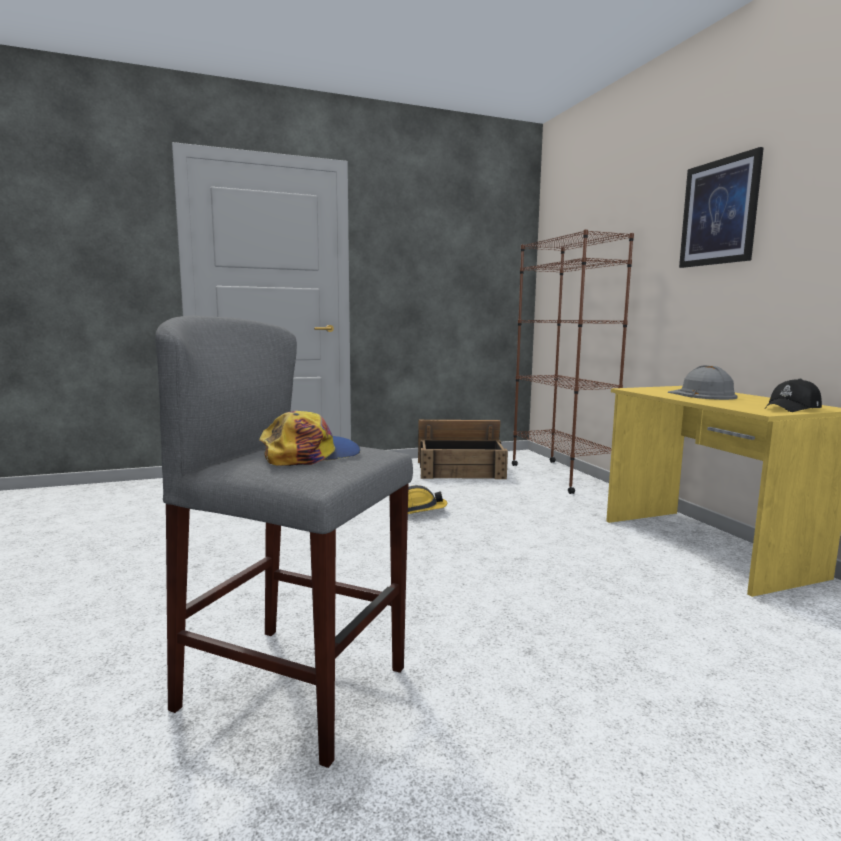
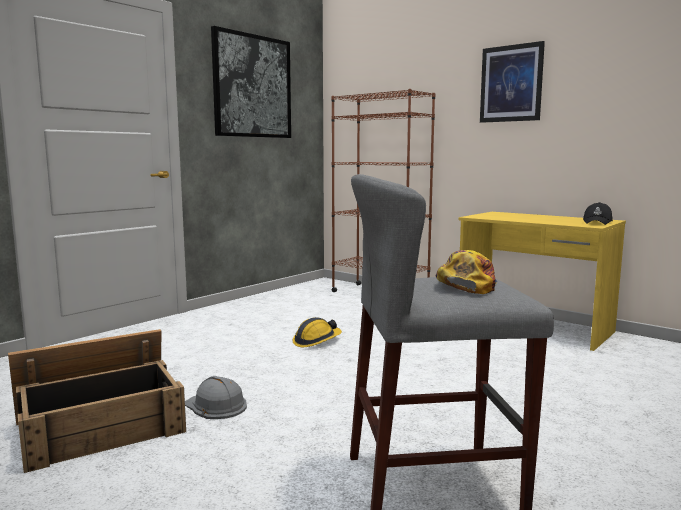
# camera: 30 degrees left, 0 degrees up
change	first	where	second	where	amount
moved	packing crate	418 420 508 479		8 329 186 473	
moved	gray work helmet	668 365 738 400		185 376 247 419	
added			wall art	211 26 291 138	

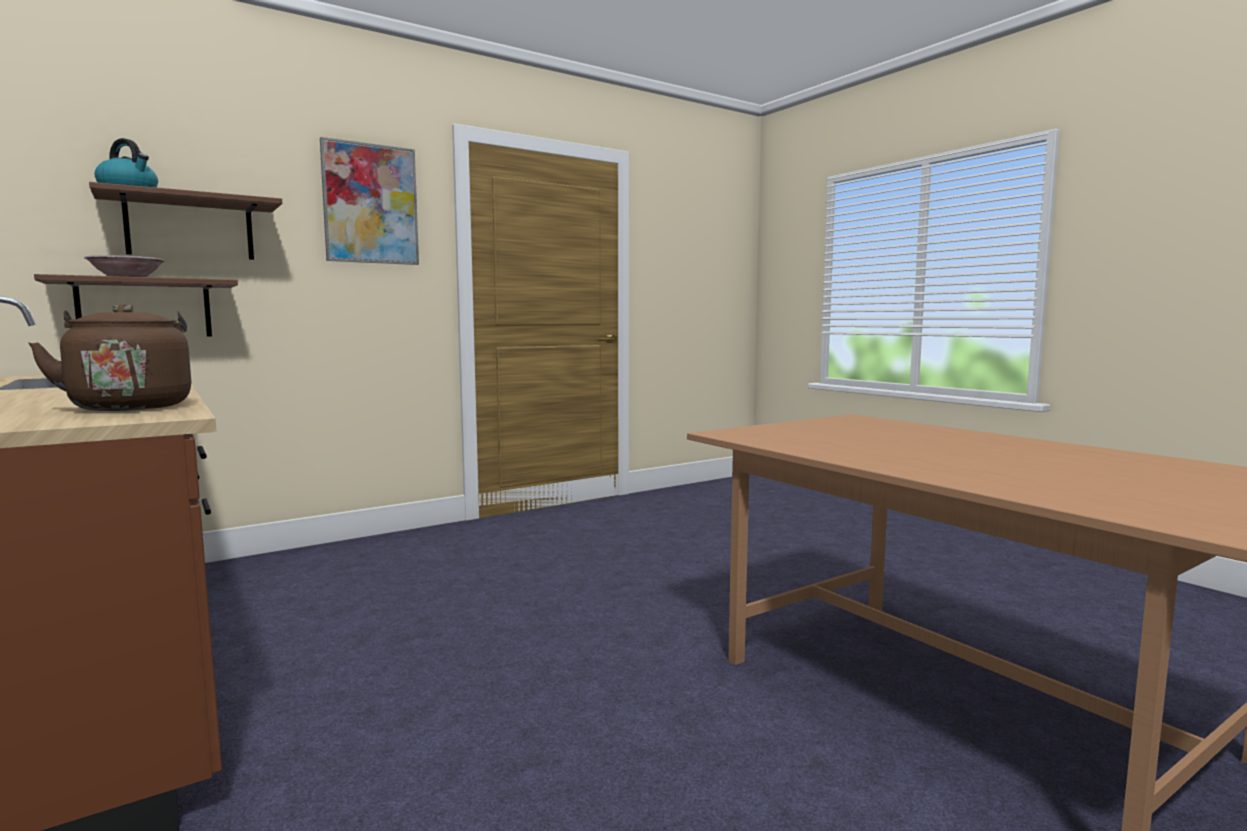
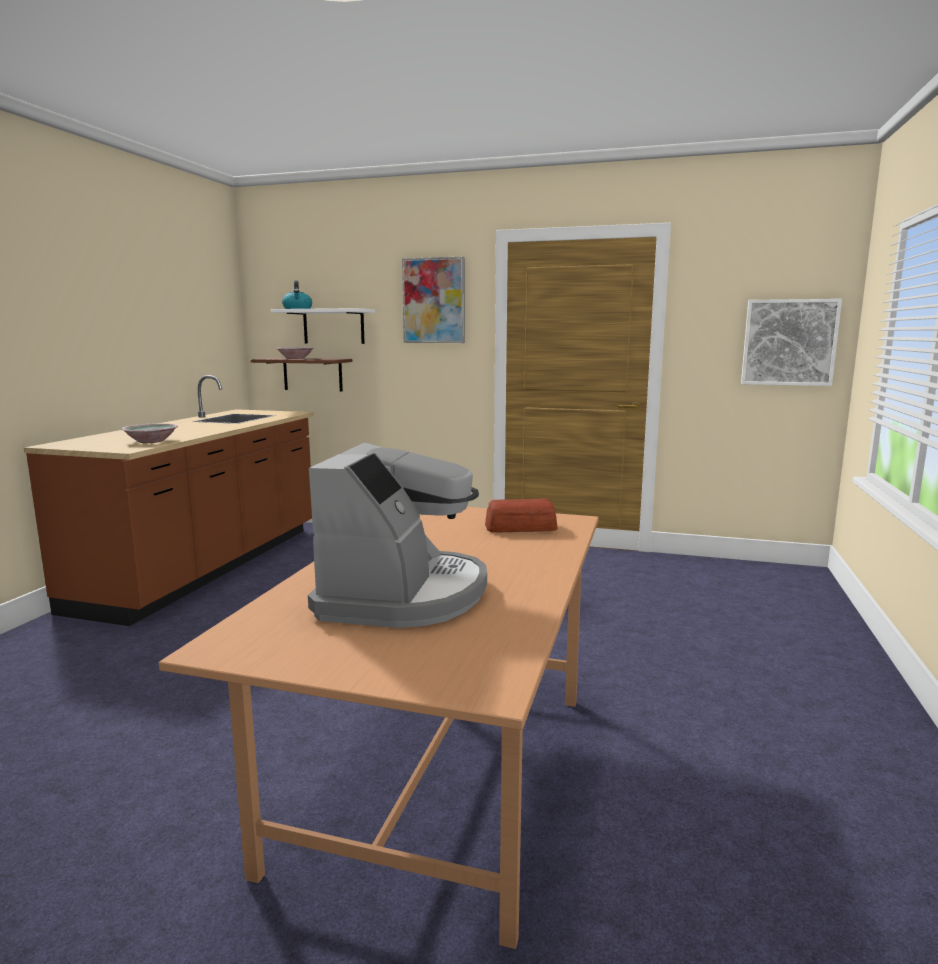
# camera: 50 degrees right, 5 degrees up
change	first	where	second	where	amount
replaced	brown-coloured water kettle	28 304 191 411	serving bowl	122 423 178 443	
recoloured	brown-coloured shelf	89 182 282 260	white shelf	271 308 375 344	
added			coffee machine	308 442 487 628	
added			baked bread	485 499 558 532	
added			wall art	741 299 842 386	

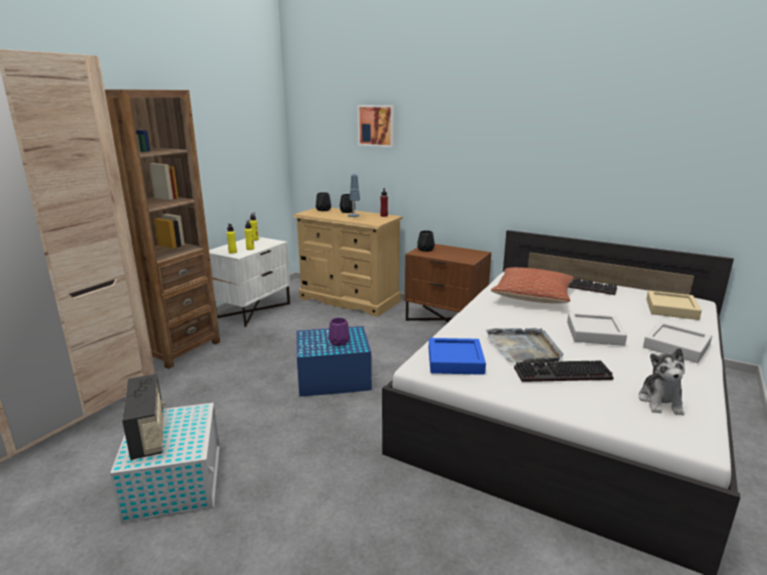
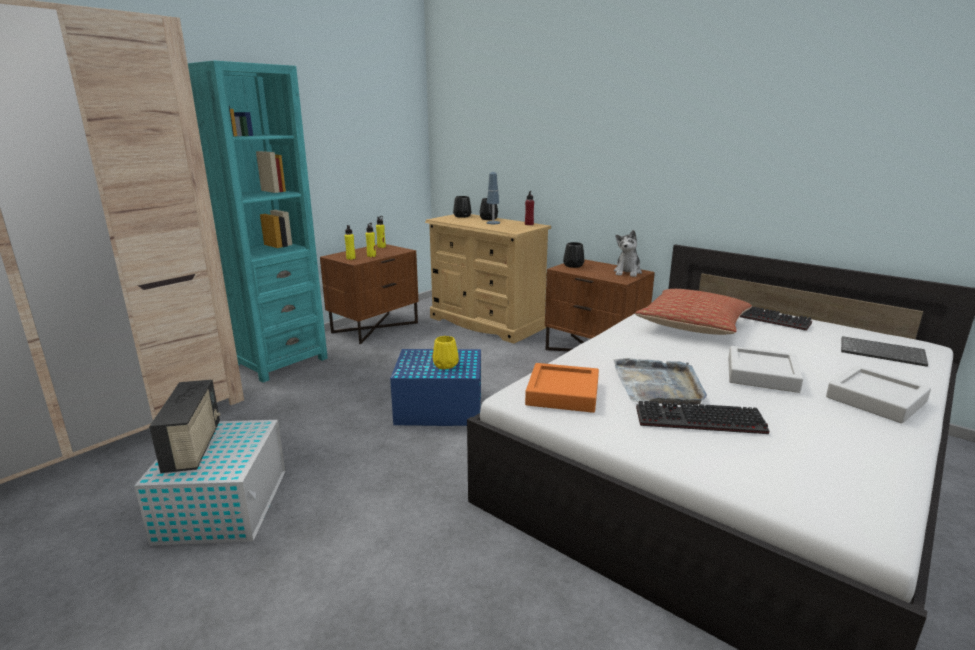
# camera: 10 degrees right, 0 degrees up
change	first	where	second	where	amount
recoloured	brown-coloured bookshelf	105 89 220 369	turquoise-coloured bookshelf	188 60 328 383	
recoloured	white nightstand	209 237 290 327	brown-coloured nightstand	320 244 419 344	
recoloured	purplish decorative vase	328 318 350 346	yellow decorative vase	433 336 459 369	
recoloured	bluish tray	429 338 486 375	orangey tray	525 363 599 413	
moved	plush toy	639 348 685 415		614 230 642 277	
replaced	beige tray	646 291 702 320	PC keyboard	841 336 928 367	
removed	wall art	358 105 395 147			

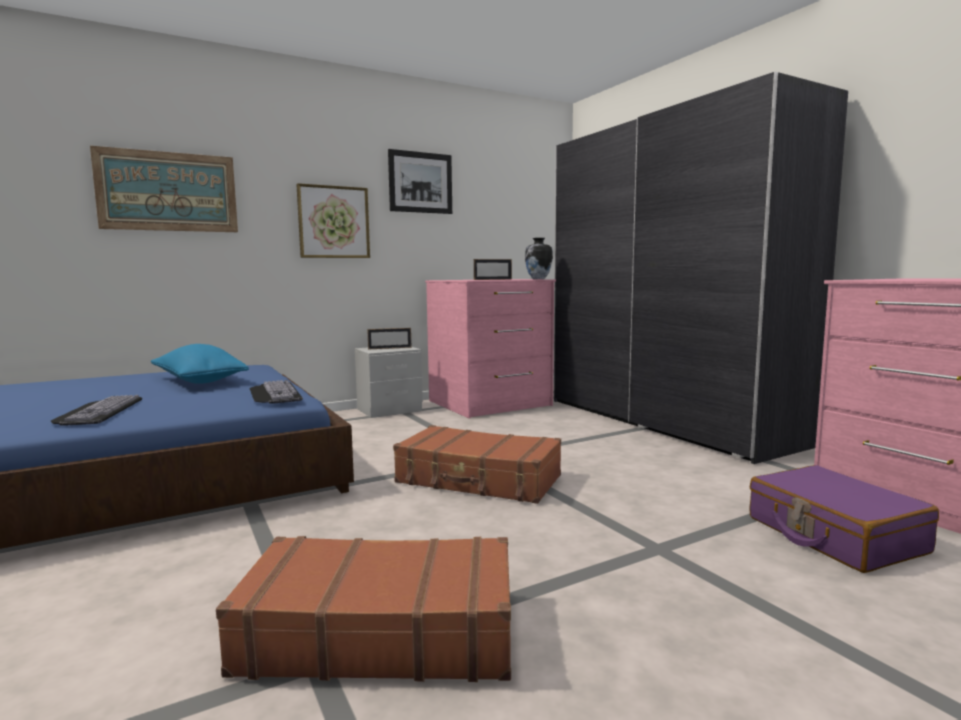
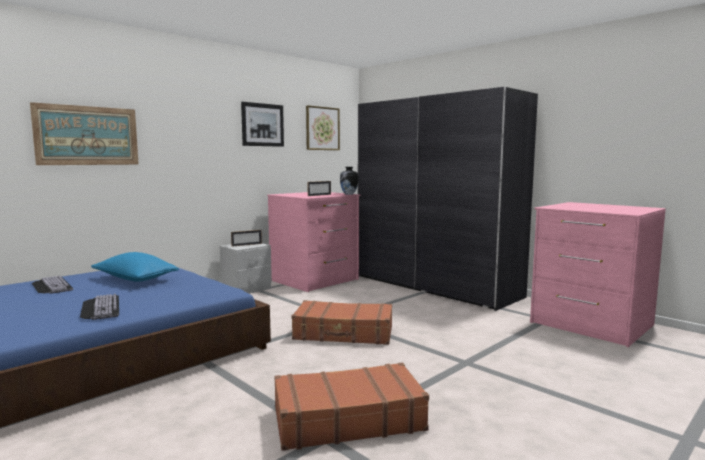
# camera: 15 degrees left, 0 degrees up
change	first	where	second	where	amount
moved	PC keyboard	249 380 303 404		32 276 73 294	
moved	wall art	296 183 370 258		306 105 340 150	
removed	purplish travel case	749 465 939 573			

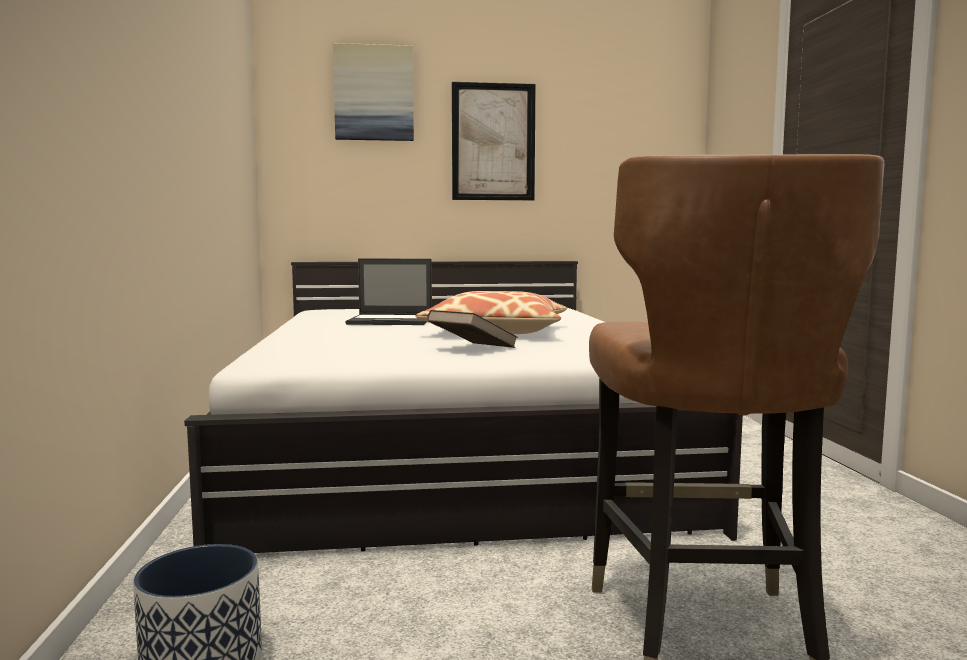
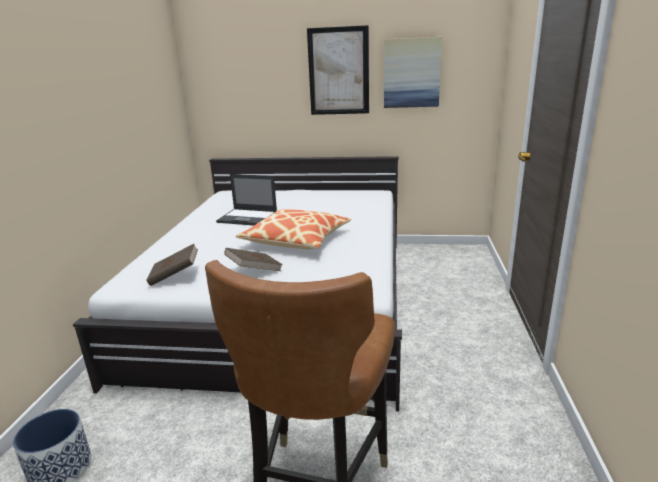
# camera: 15 degrees right, 15 degrees up
change	first	where	second	where	amount
added			brown-coloured volume	146 244 198 286	
moved	wall art	333 43 414 141		384 37 442 108	

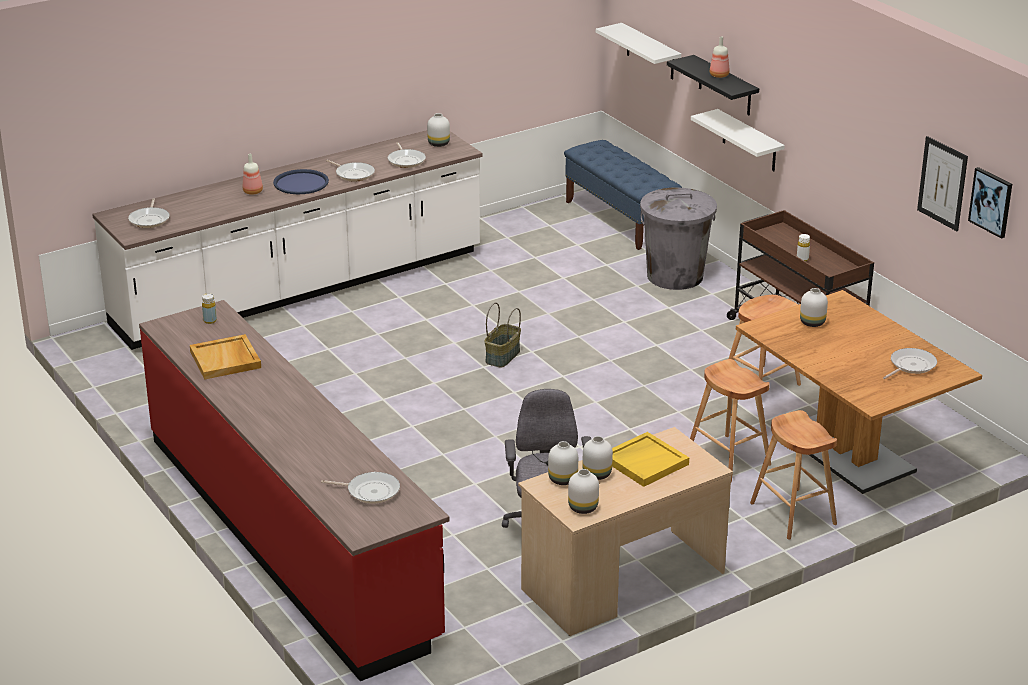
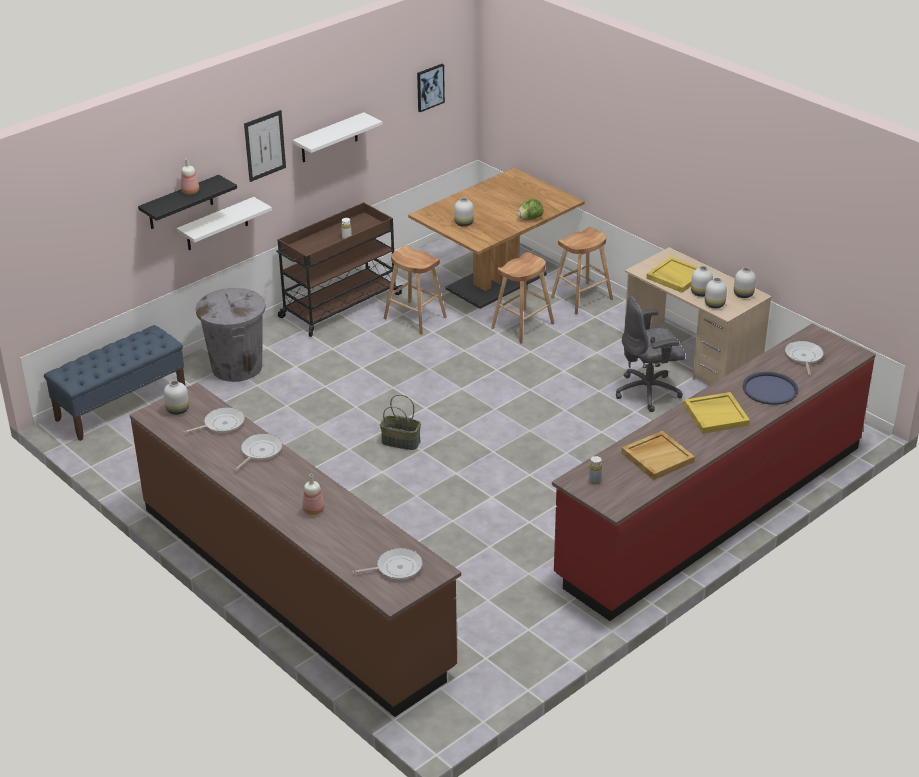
# camera: 100 degrees left, 5 degrees up
change	first	where	second	where	amount
recoloured	white counter	92 130 482 350	brown-coloured counter	130 382 461 717	
moved	wall art	917 136 968 231		244 110 286 182	
moved	white shelf	596 23 681 80		293 112 383 162	
added			lettuce head	517 199 544 220	
added			yellow tray	684 392 750 434	
moved	bluish tray	273 169 329 194		743 372 798 405	
removed	skillet	883 348 937 379			

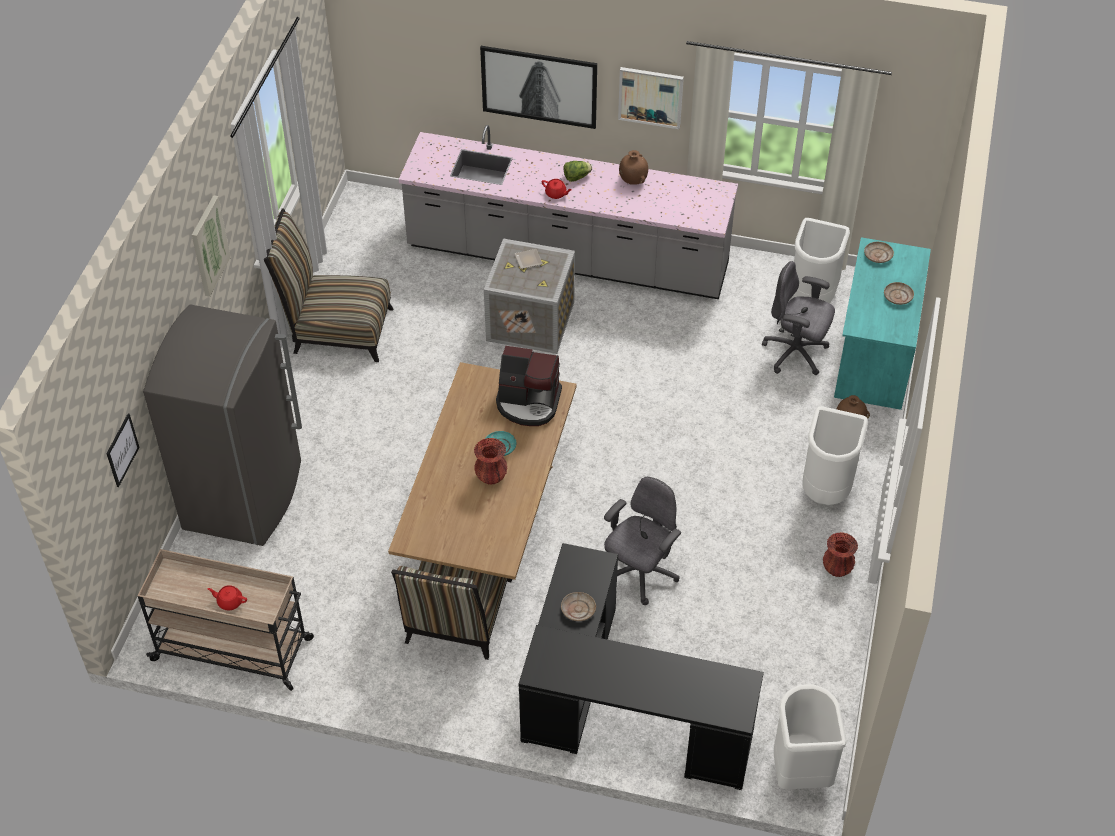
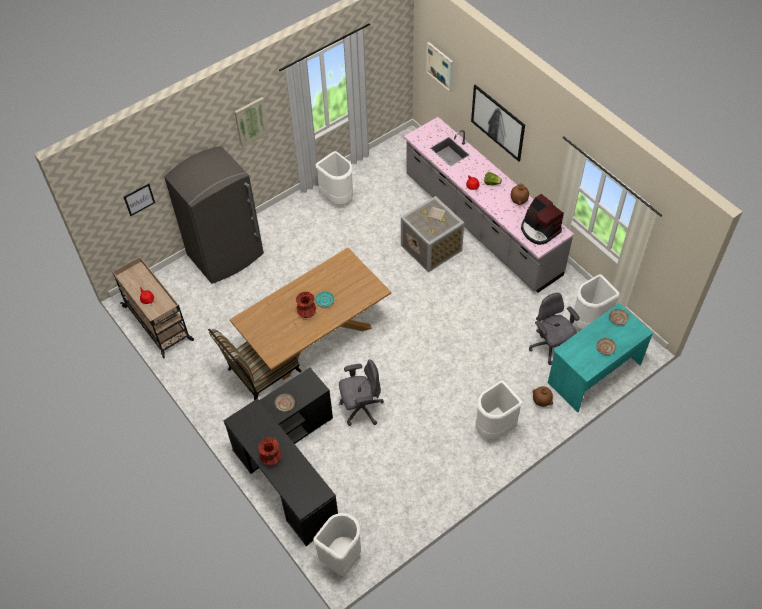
# camera: 40 degrees right, 5 degrees up
change	first	where	second	where	amount
moved	red-coloured decorative vase	823 532 858 577		258 437 281 465	
replaced	chair	263 208 394 362	white rubbish bin	315 151 353 205	
moved	wall art	618 67 684 129		426 42 453 91	
moved	coffee machine	496 346 562 426		521 194 564 245	

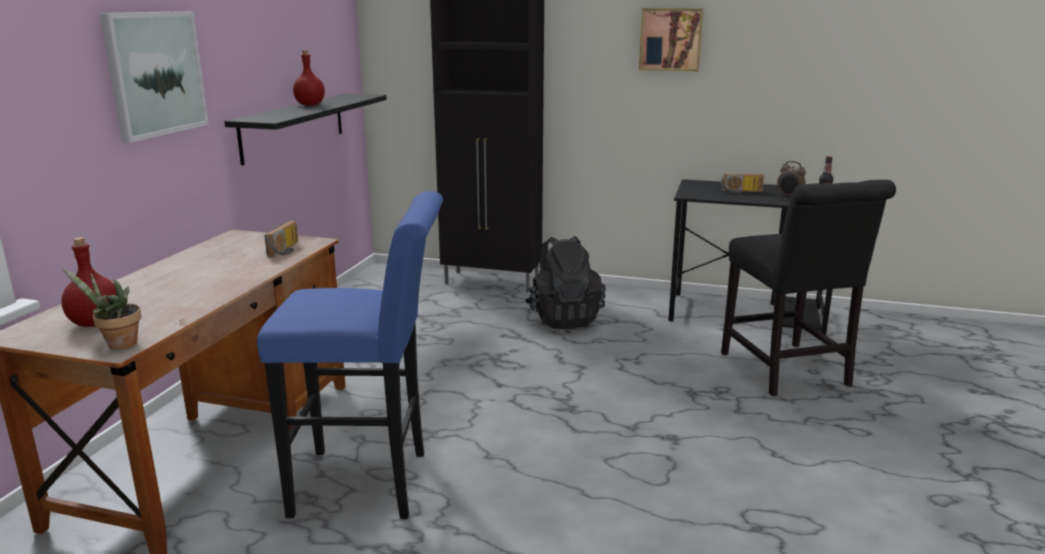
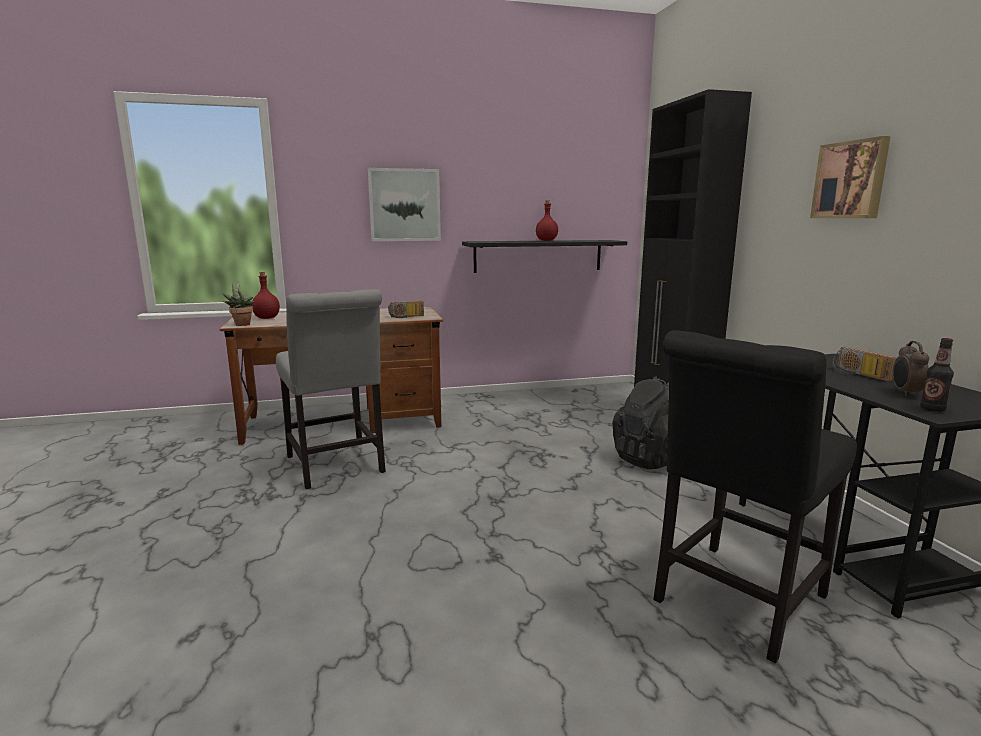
# camera: 60 degrees right, 5 degrees down
change	first	where	second	where	amount
replaced	bluish stool	257 191 443 519	gray chair	276 289 386 489	

